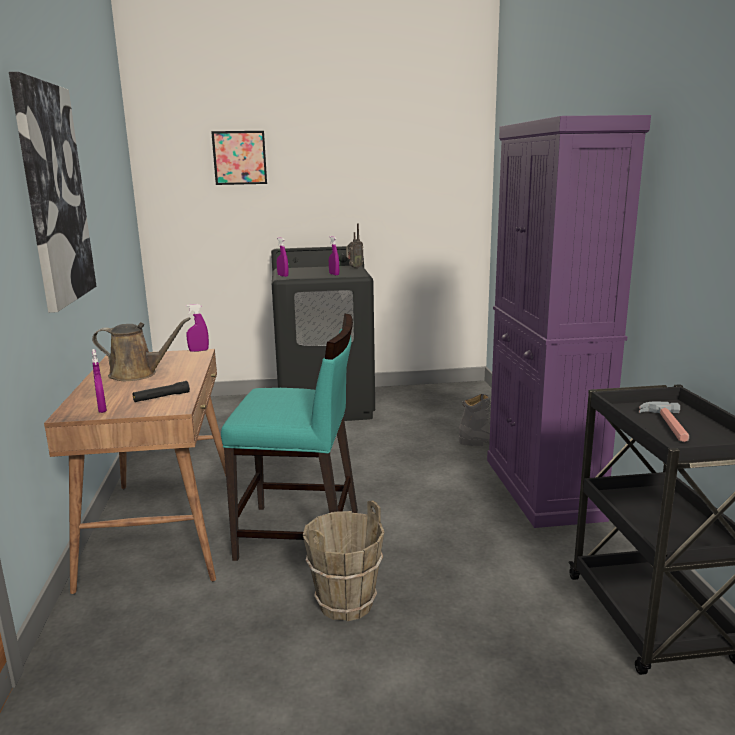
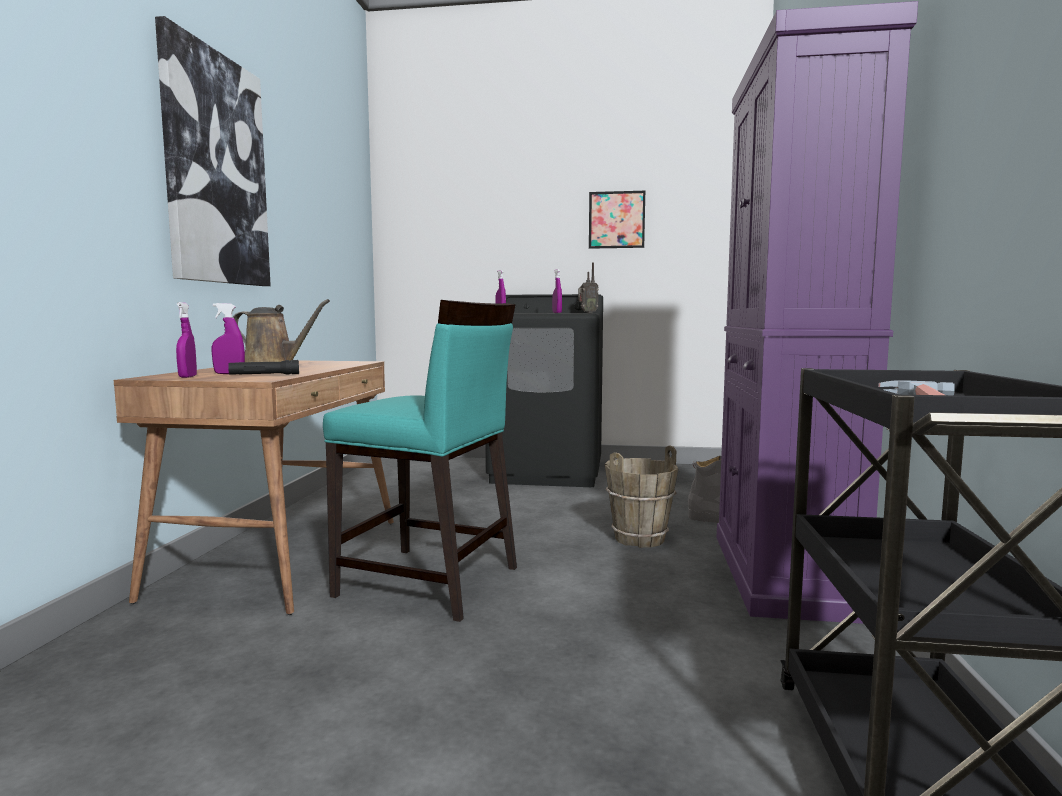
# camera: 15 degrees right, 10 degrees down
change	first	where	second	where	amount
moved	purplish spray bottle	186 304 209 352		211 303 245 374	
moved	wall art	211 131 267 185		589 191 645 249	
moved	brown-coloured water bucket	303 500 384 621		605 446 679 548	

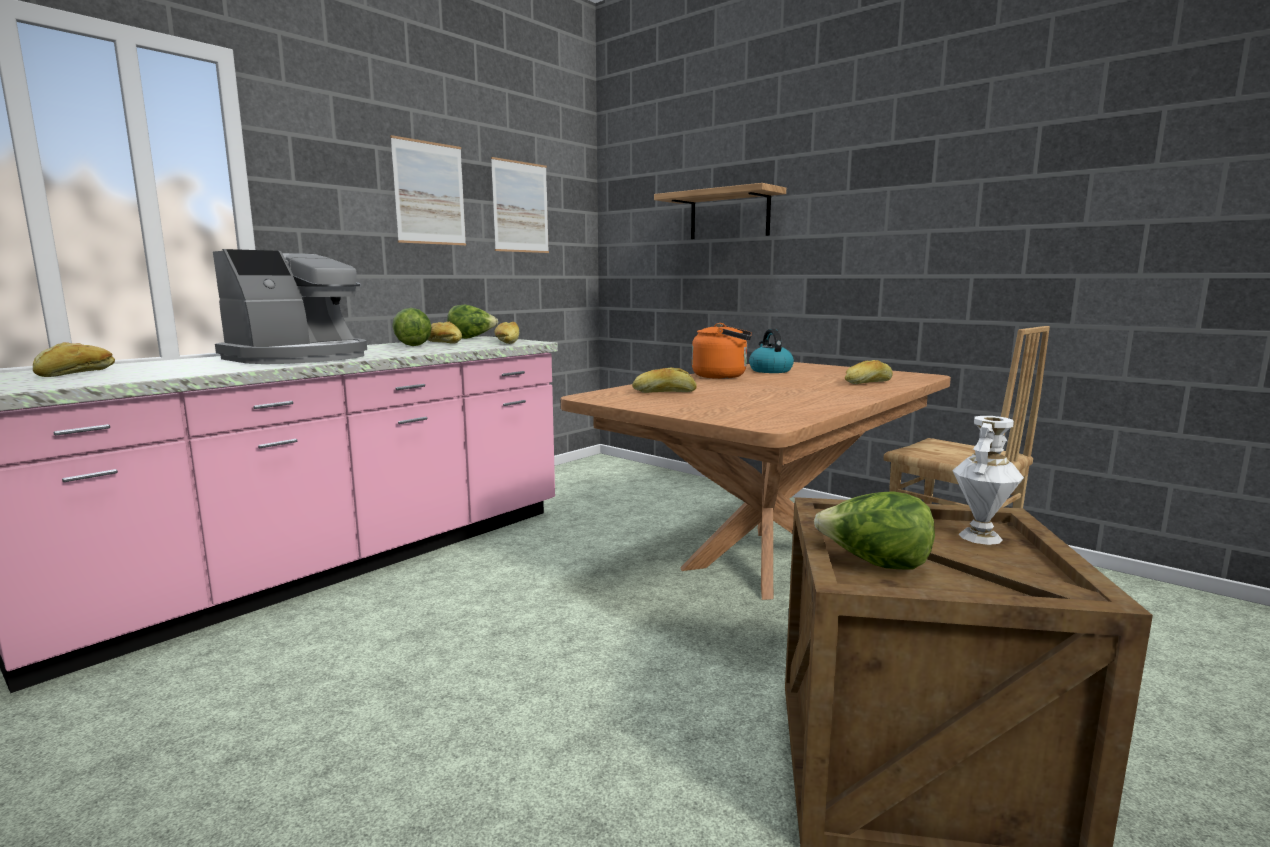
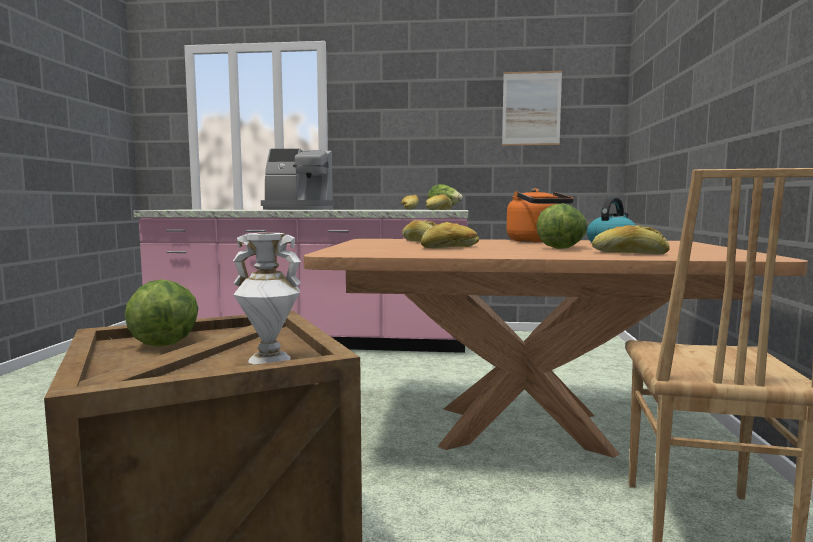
# camera: 55 degrees right, 5 degrees down
change	first	where	second	where	amount
moved	baked bread	33 342 115 377		420 222 479 248	
moved	lettuce head	392 308 432 346		536 203 587 249	
removed	wall art	390 135 466 245			
removed	shelf	654 183 786 239			

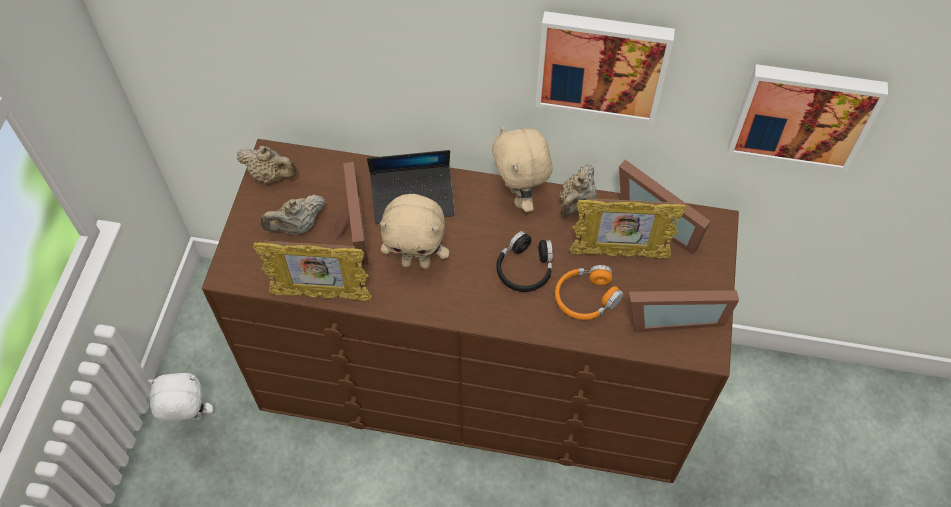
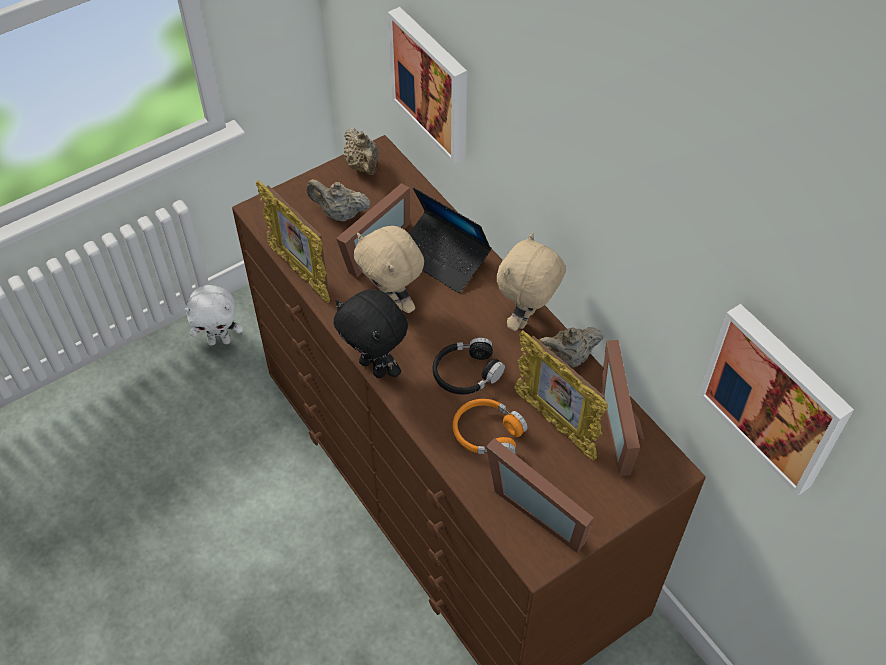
# camera: 45 degrees right, 5 degrees down
change	first	where	second	where	amount
turned	white plush toy	148 373 213 421		185 285 243 345	135 degrees clockwise
added			black plush toy	333 289 408 378	
moved	wall art	535 11 675 124		388 7 467 164	

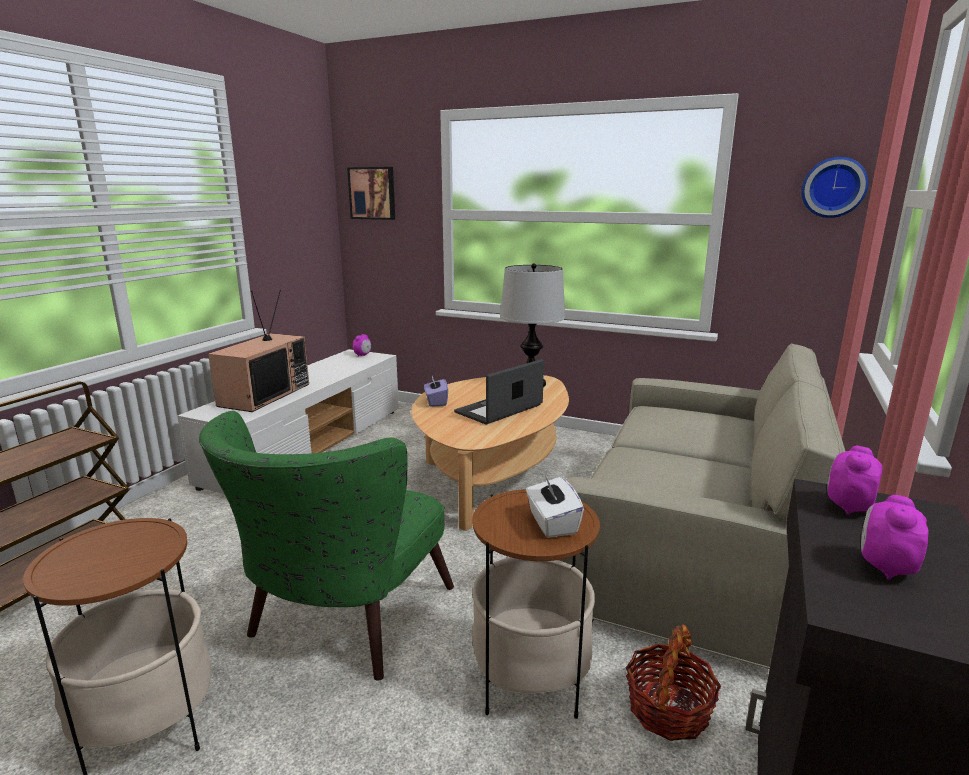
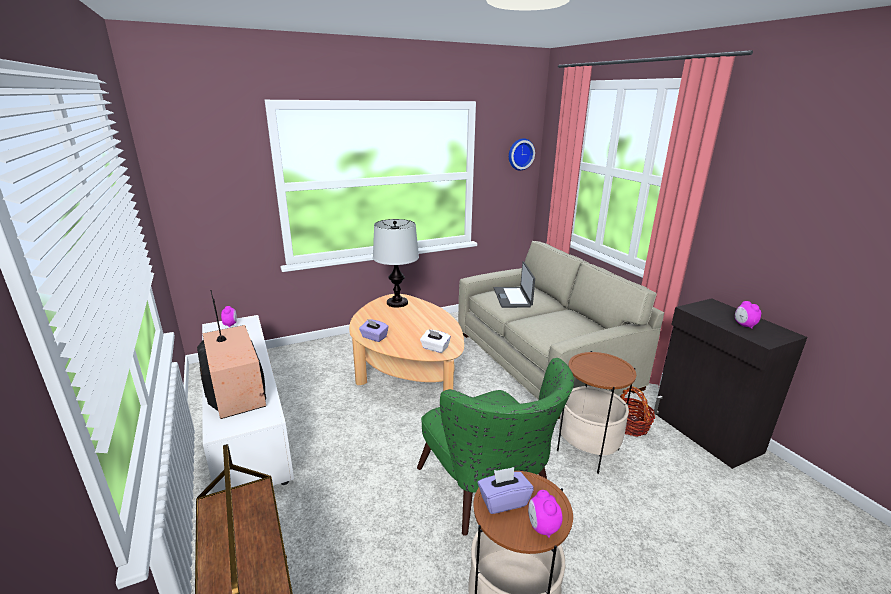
# camera: 50 degrees left, 5 degrees up
change	first	where	second	where	amount
moved	white tissue box	526 473 584 538		420 330 451 353	
added			purplish tissue box	478 467 533 514	
moved	notebook computer	454 359 544 424		494 261 535 308	
moved	table clock	827 446 882 515		528 490 562 538	
removed	wall art	347 167 395 220			

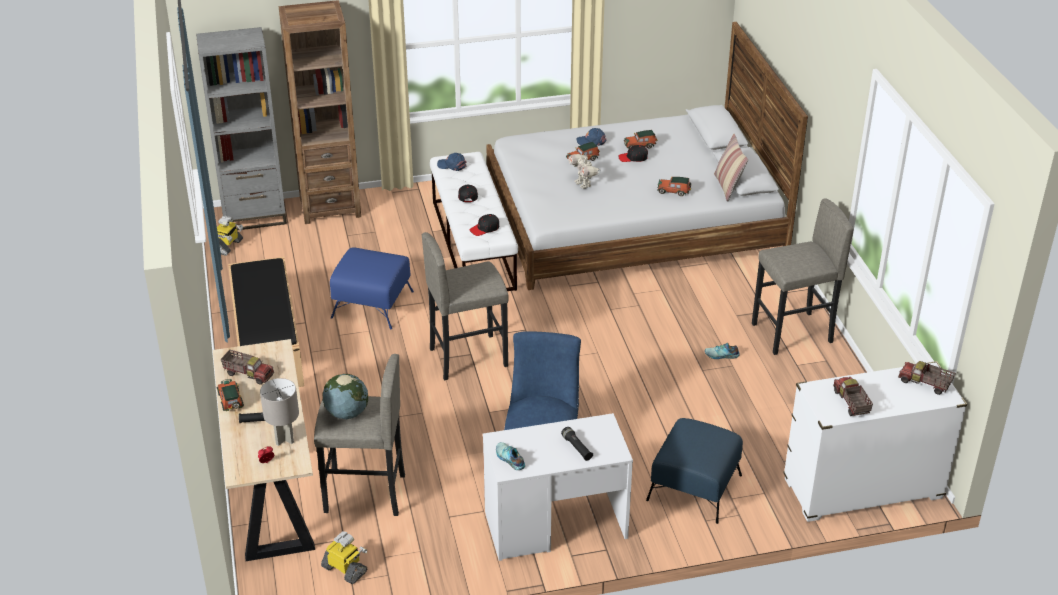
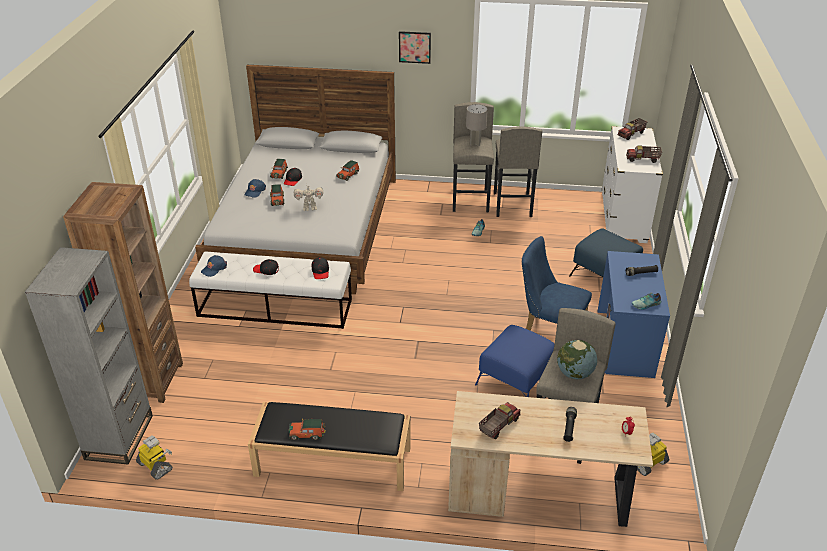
# camera: 70 degrees left, 0 degrees up
change	first	where	second	where	amount
moved	miniature car	216 379 244 411		289 419 325 440	
added			wall art	399 31 431 64	
moved	gray tabletop lamp	260 378 299 446		466 104 488 146	
moved	bluish pouffe	330 247 414 329		475 325 554 397	
moved	gray stool	422 232 509 380		494 126 542 217	
recoloured	white desk	483 413 633 561	bluish desk	598 251 670 378	
removed	pillow	714 134 748 201			

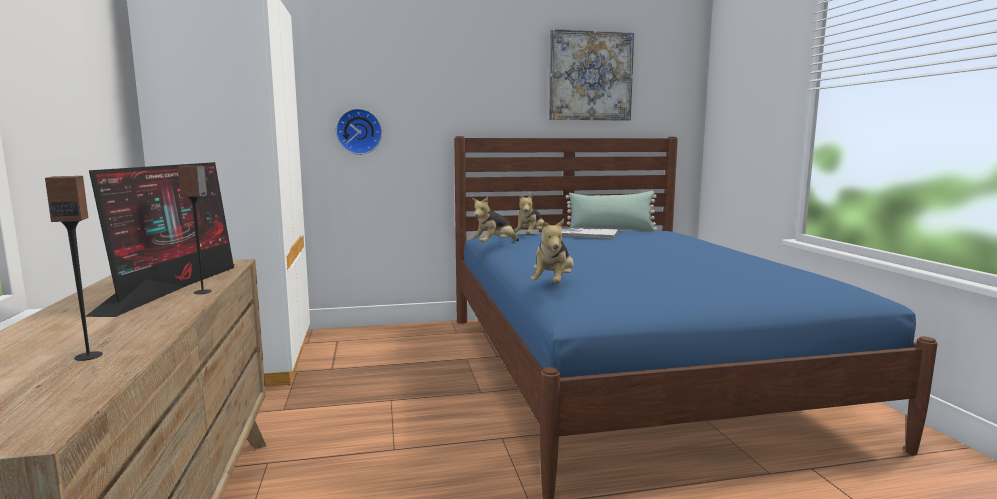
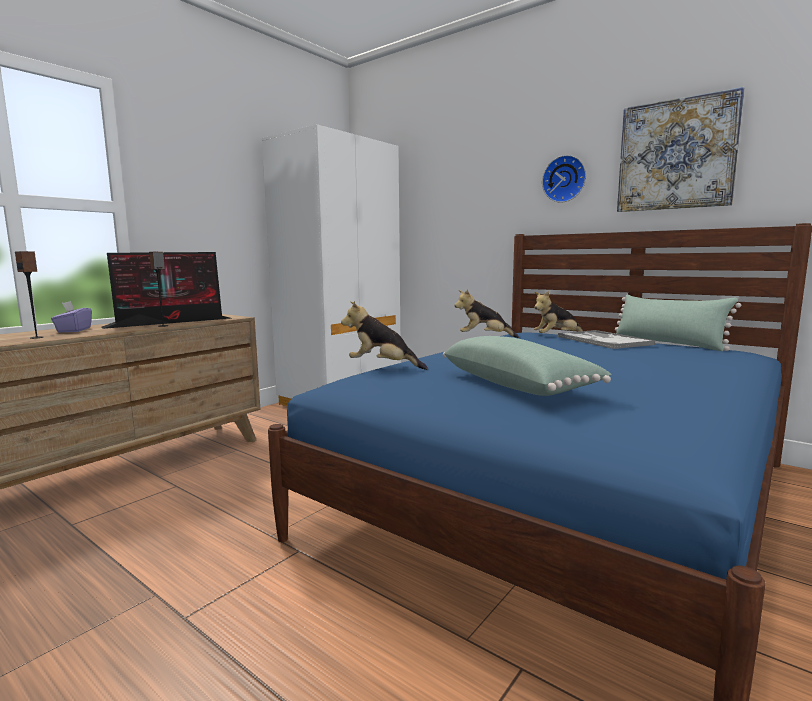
# camera: 50 degrees right, 0 degrees up
change	first	where	second	where	amount
added			purplish tissue box	51 301 92 332	
turned	plush toy	530 219 574 283		341 301 428 370	45 degrees clockwise
added			green-coloured pillow	443 336 612 396	
moved	hanging clock	336 108 382 155		542 155 586 203	

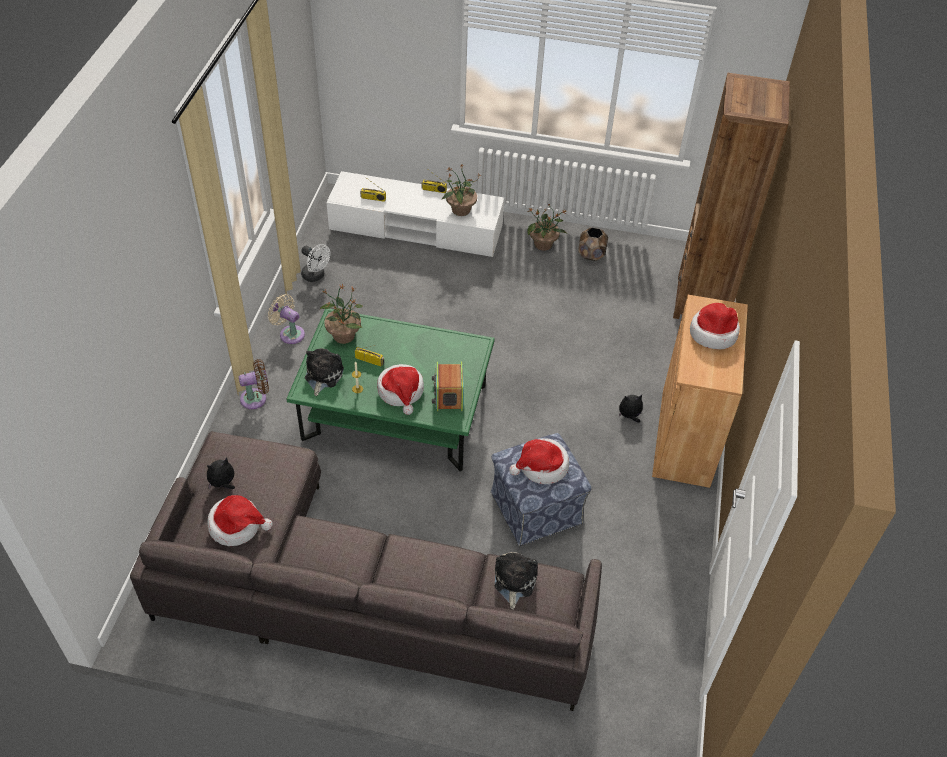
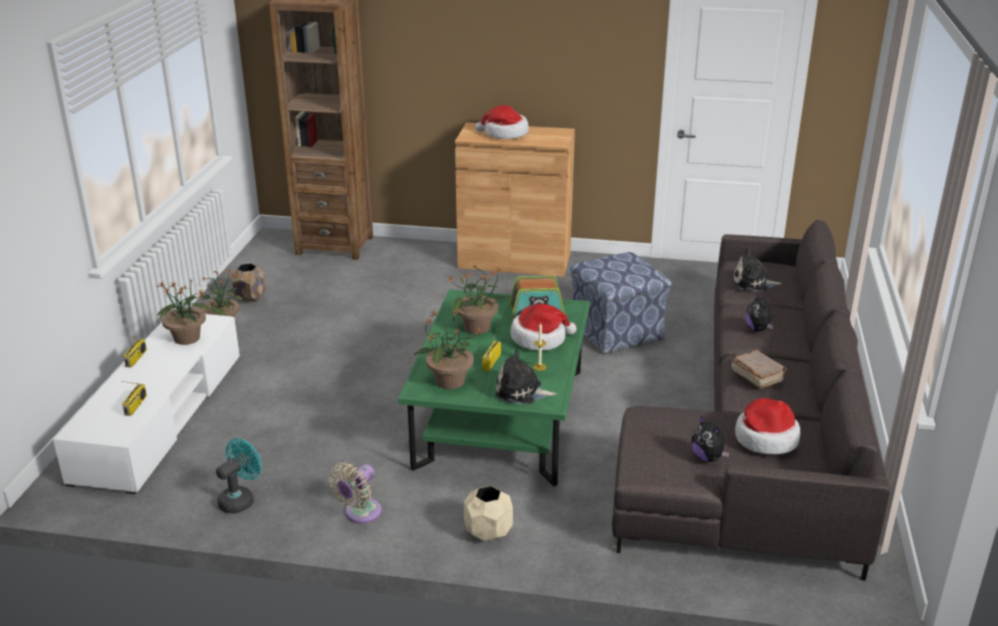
# camera: 90 degrees left, 20 degrees down
change	first	where	second	where	amount
recoloured	white electric fan	301 244 330 282	turquoise-coloured electric fan	216 438 262 514	
added			potted plant	448 264 511 334	
replaced	brown-coloured electric fan	239 359 269 409	beige plant pot	464 486 513 541	
added			brown-coloured volume	731 350 787 388	
moved	plush toy	619 395 643 422		745 292 774 332	
removed	clothing hat	509 438 569 484			

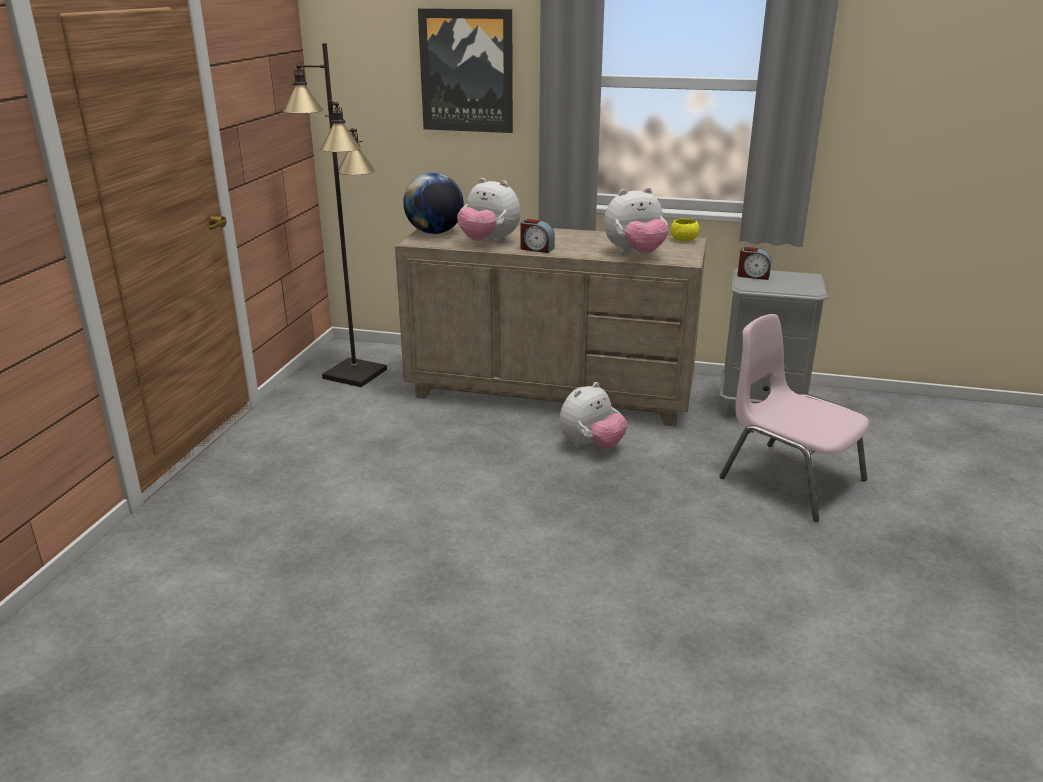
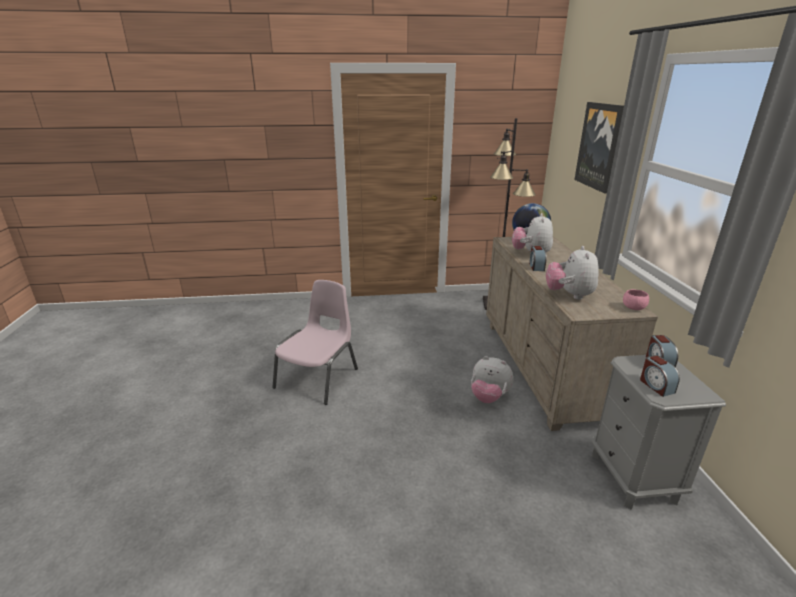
# camera: 70 degrees right, 0 degrees up
change	first	where	second	where	amount
moved	pink-coloured chair	719 314 869 522		272 280 358 405	
turned	plush toy	604 187 669 254		546 246 599 300	45 degrees clockwise
recoloured	yellow serving bowl	671 218 699 241	pink-coloured serving bowl	623 289 649 310	
added			table clock	640 355 680 397	

